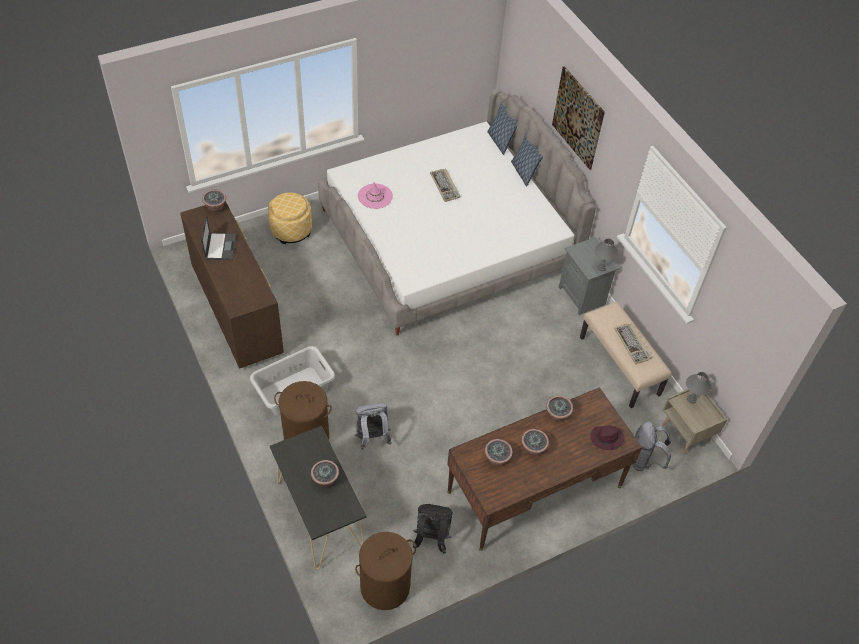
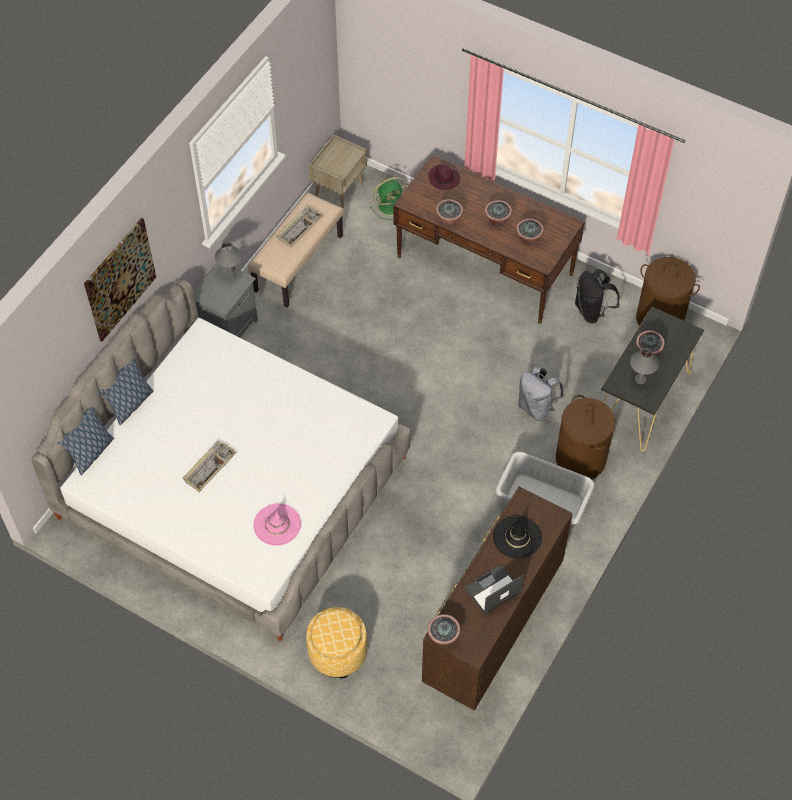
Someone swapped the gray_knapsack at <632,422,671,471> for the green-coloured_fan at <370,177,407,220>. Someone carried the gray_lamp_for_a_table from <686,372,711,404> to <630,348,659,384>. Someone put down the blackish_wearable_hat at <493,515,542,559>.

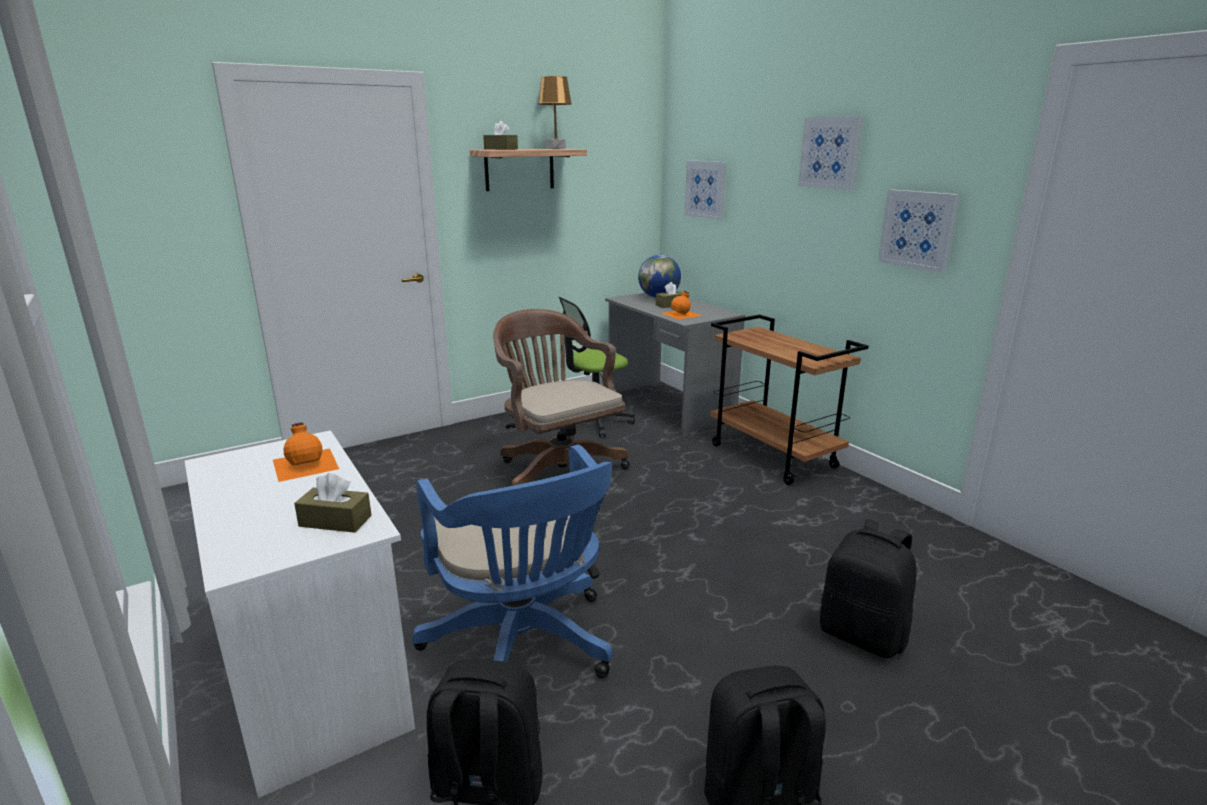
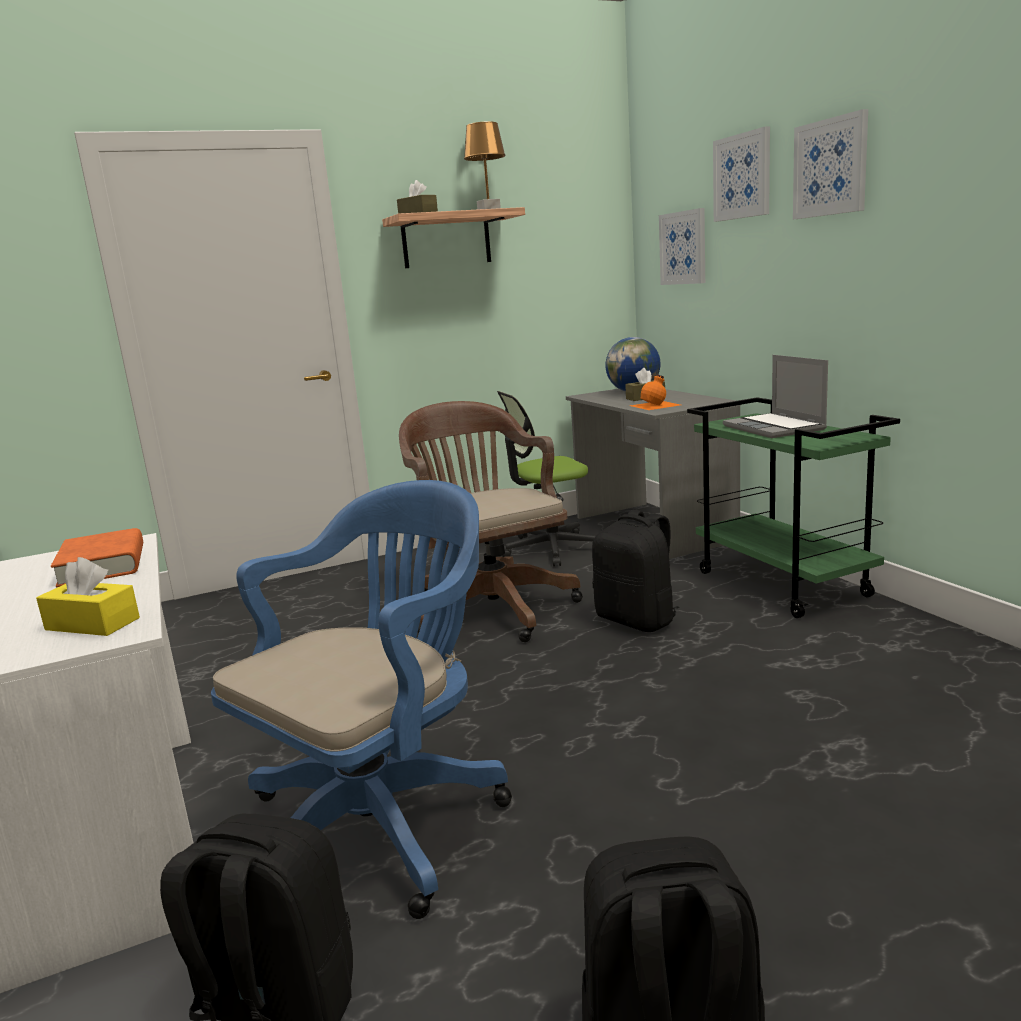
Someone swapped the orange-coloured_drink_bottle at <273,422,339,482> for the orange-coloured_volume at <51,528,143,587>. Someone repainted the brown_tissue_box at <294,473,372,533>, which became the yellowish_tissue_box at <36,557,140,636>. Someone rotated the bluish_computer_chair at <413,445,613,679> by 120 degrees counterclockwise. Someone repainted the brown_cart at <710,314,869,485>, which became the green-coloured_cart at <687,397,900,618>. Someone carried the blackish_knapsack from <820,519,917,658> to <592,510,679,632>. Someone carried the picture from <878,189,959,273> to <713,126,770,222>. Someone put down the laptop at <723,355,828,438>.

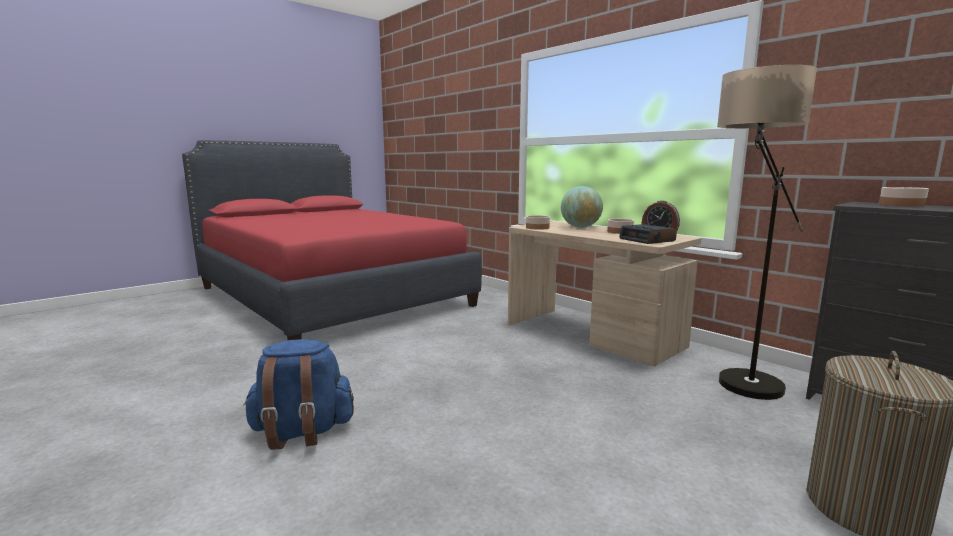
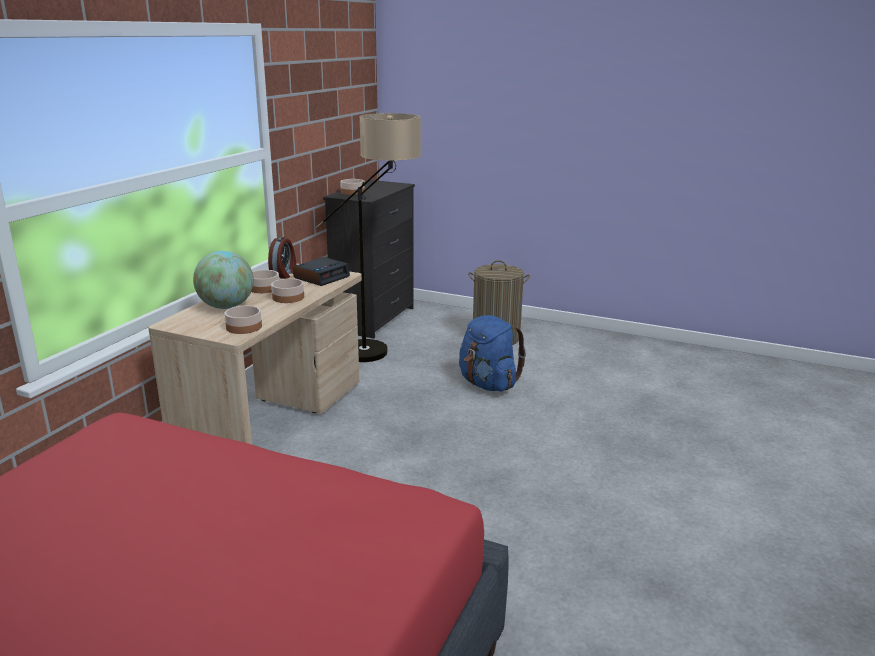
Someone carried the bluish_knapsack from <243,339,354,450> to <459,315,526,392>. Someone put down the bowl at <271,278,304,303>.

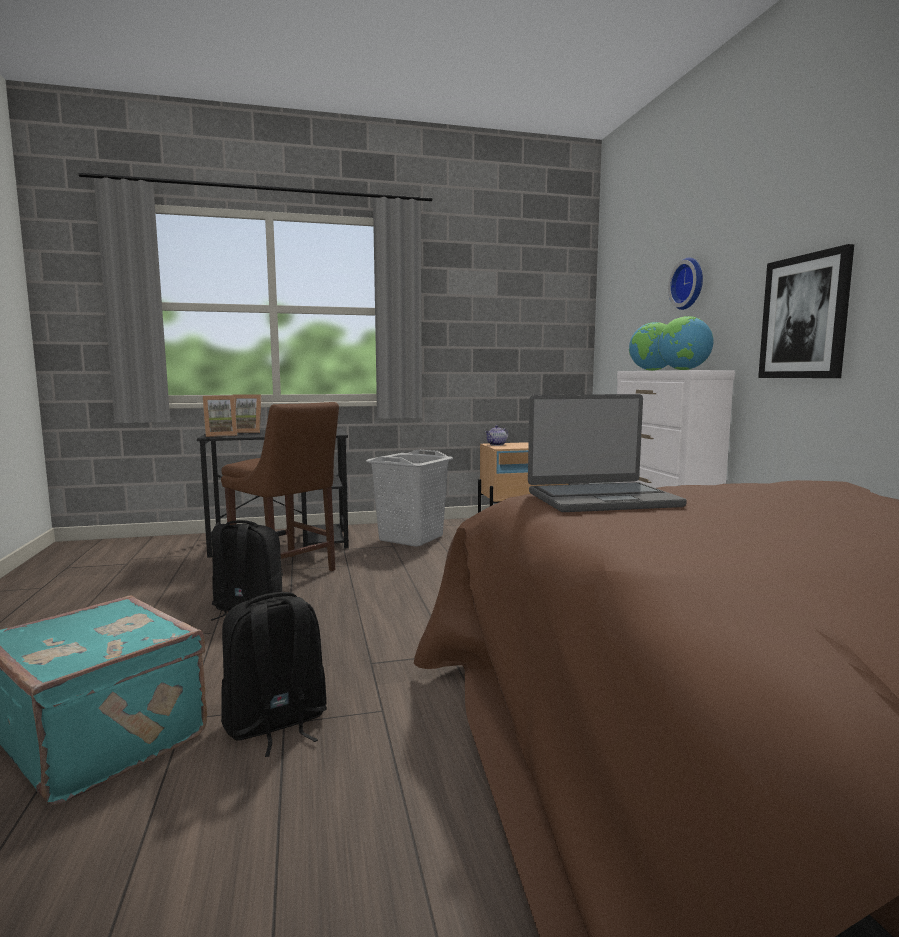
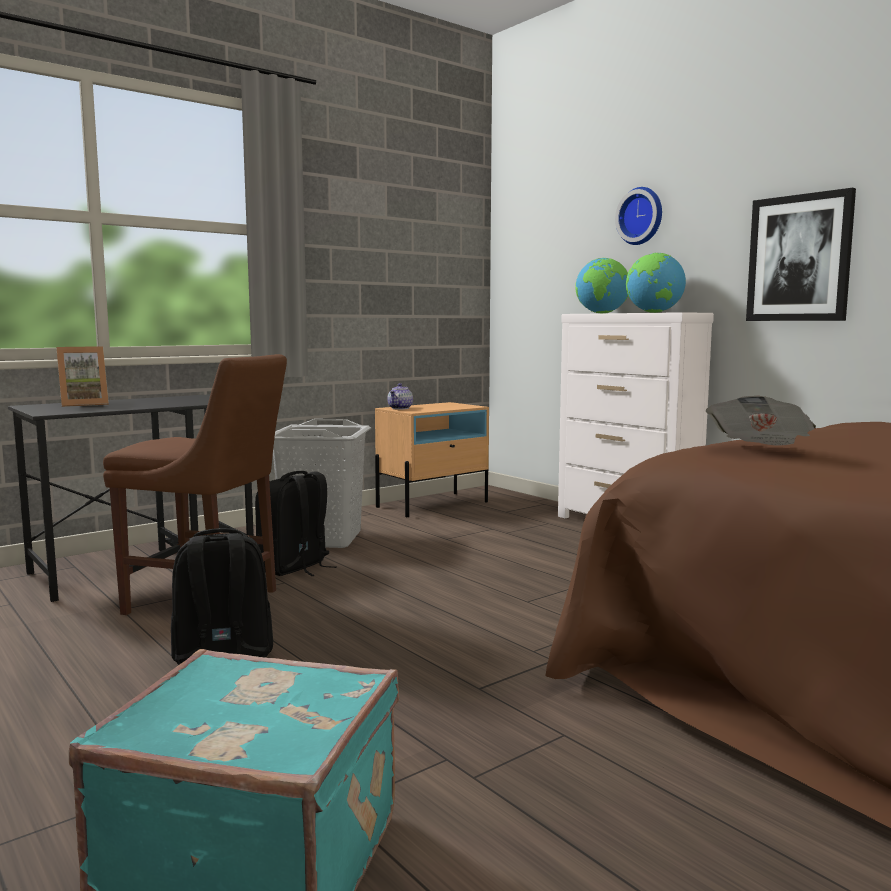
Someone took away the standing_frame at <203,395,237,437>. Someone carried the blackish_knapsack from <221,592,327,757> to <255,471,336,576>. Someone swapped the laptop at <528,394,687,512> for the newspaper at <705,396,816,445>.

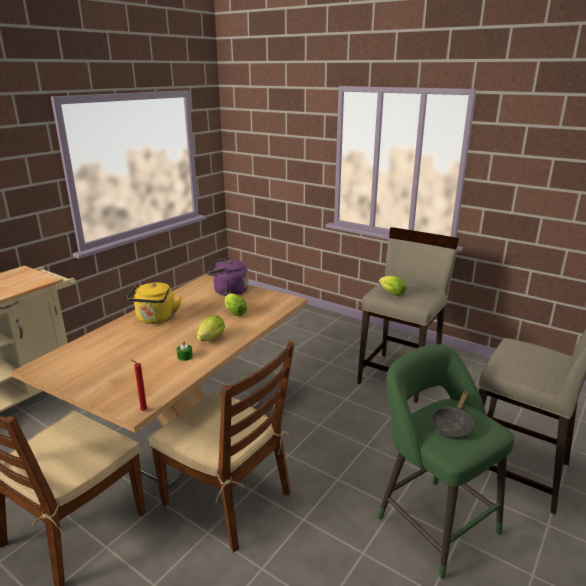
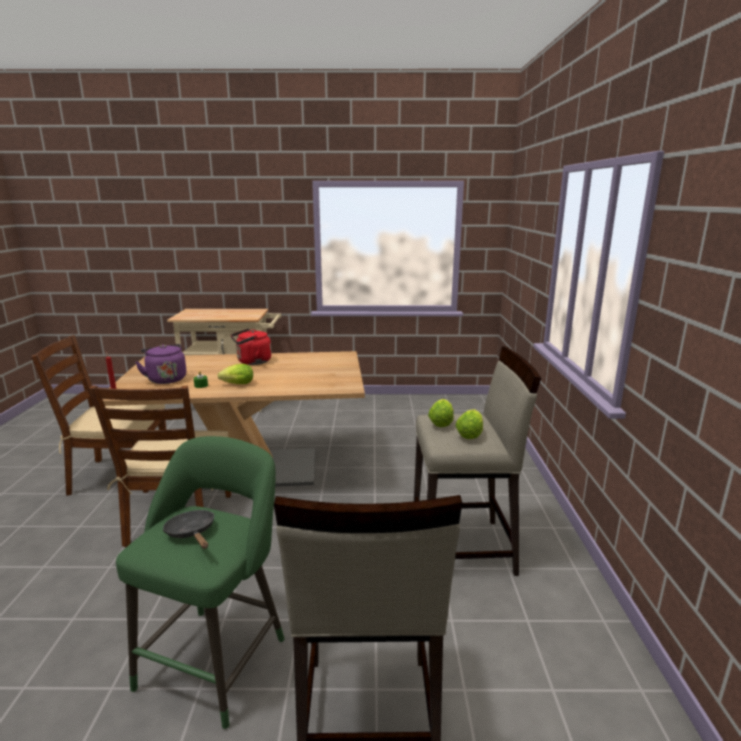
Someone repainted the yellowish_tea_kettle at <127,282,181,324>, which became the reddish_tea_kettle at <231,328,272,365>. Someone carried the purplish_tea_kettle from <208,257,248,296> to <135,344,186,384>. Someone carried the head_of_lettuce from <225,293,247,316> to <455,409,483,439>. Someone rotated the blackish_pan at <432,391,474,439> by 60 degrees clockwise.

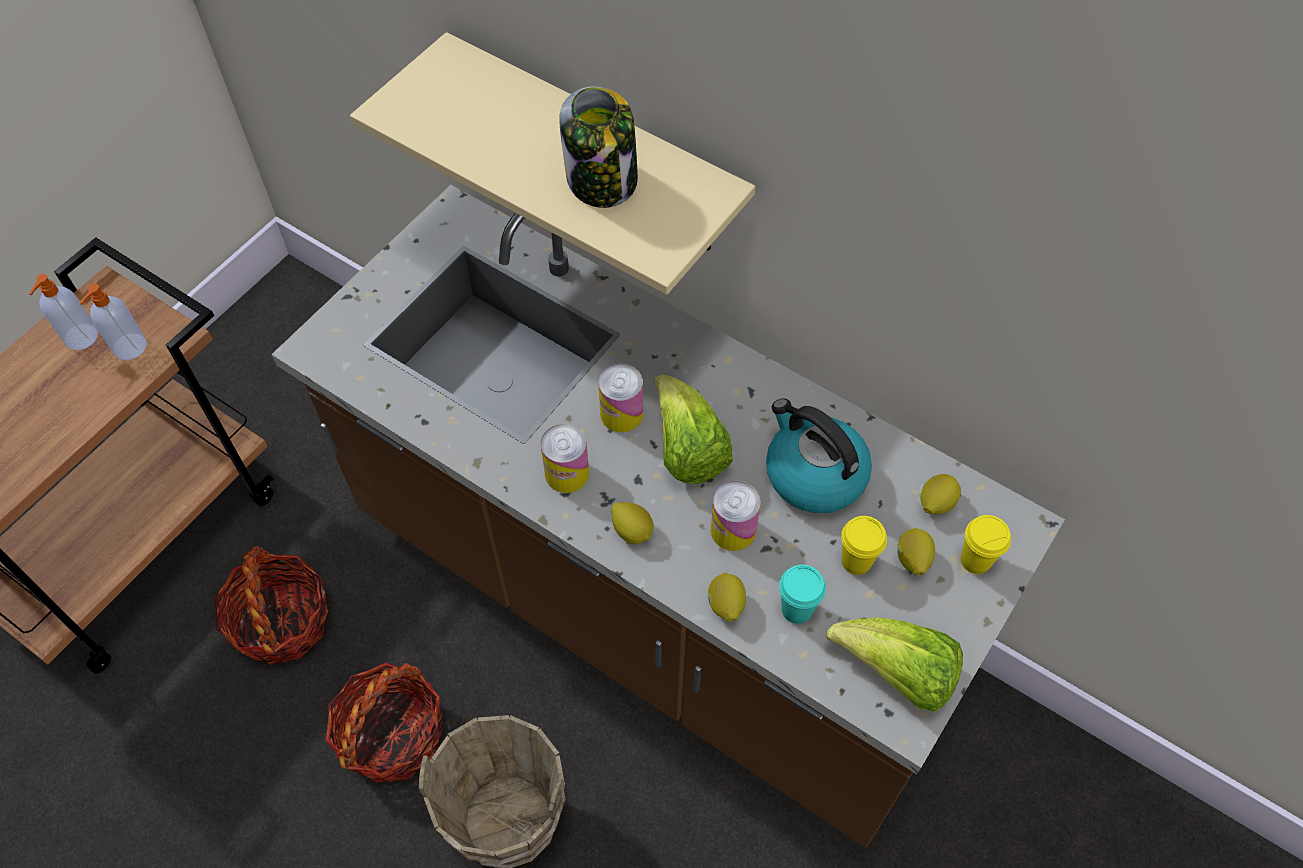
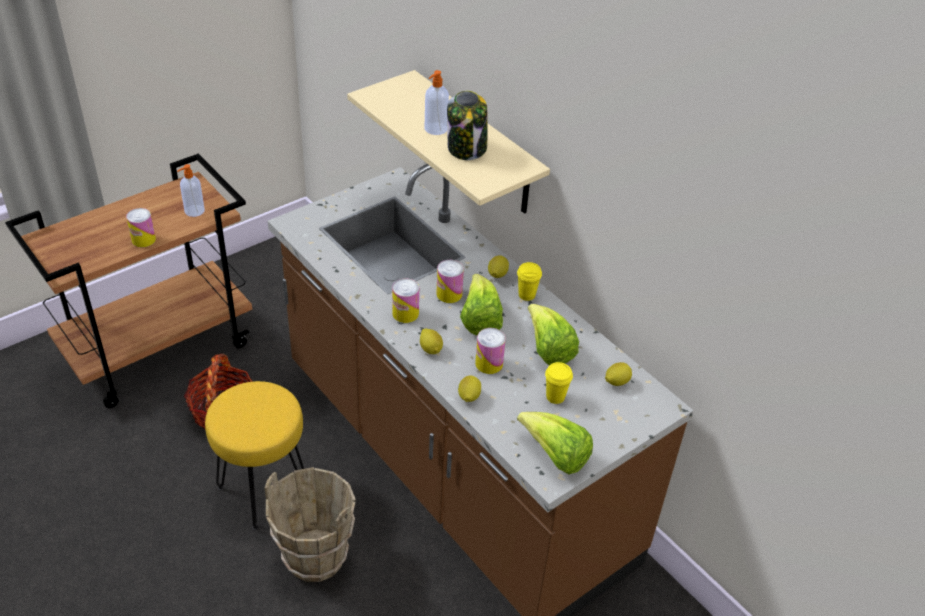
Someone carried the soap_dispenser from <29,274,98,350> to <424,70,449,135>. Someone swapped the storage_basket at <326,663,442,783> for the yellowish_stool at <205,381,304,530>. Someone swapped the tea_kettle at <766,399,872,513> for the head_of_lettuce at <528,304,579,365>. Someone took away the blue-green_drinking_cup at <779,565,826,624>. Someone carried the citrus_fruit from <897,528,935,576> to <488,255,509,278>. Someone carried the yellowish_drinking_cup from <961,515,1011,574> to <517,262,542,301>. Someone put down the sealed_can at <126,208,156,247>.

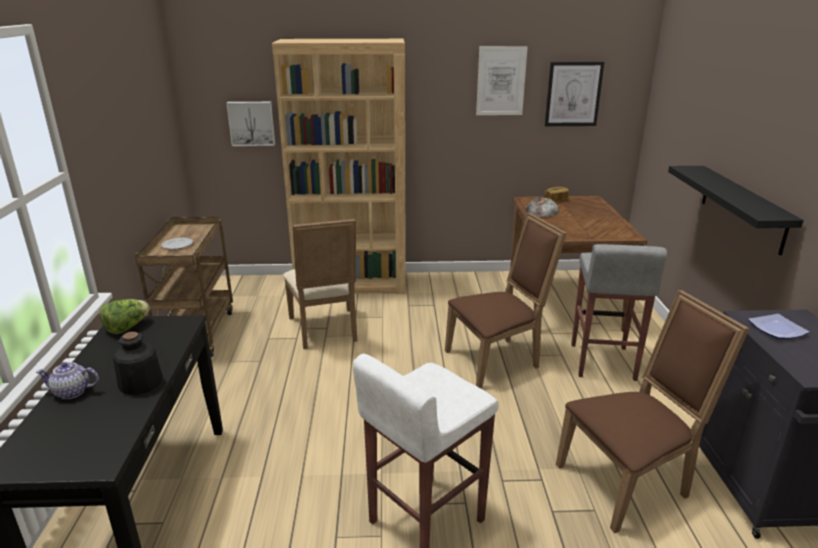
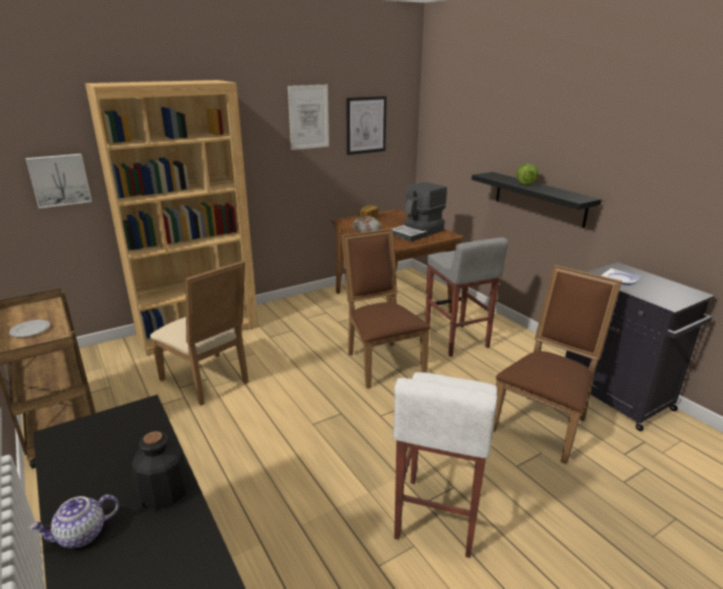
Someone carried the head_of_lettuce from <99,299,150,334> to <516,163,539,185>. Someone rotated the brown_upright_chair at <445,213,567,388> by 60 degrees counterclockwise. Someone put down the coffee_brewer at <392,182,447,242>.

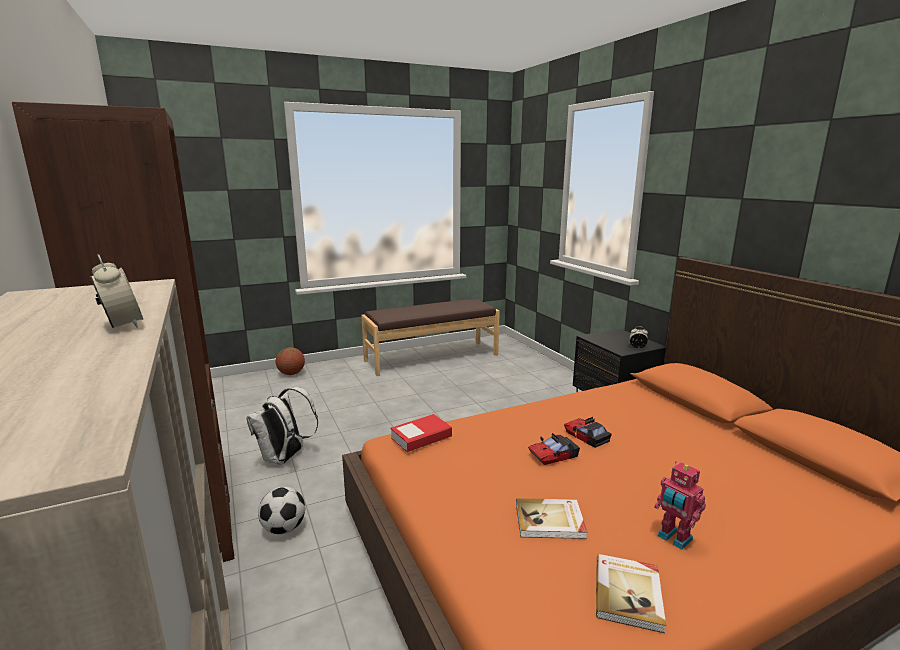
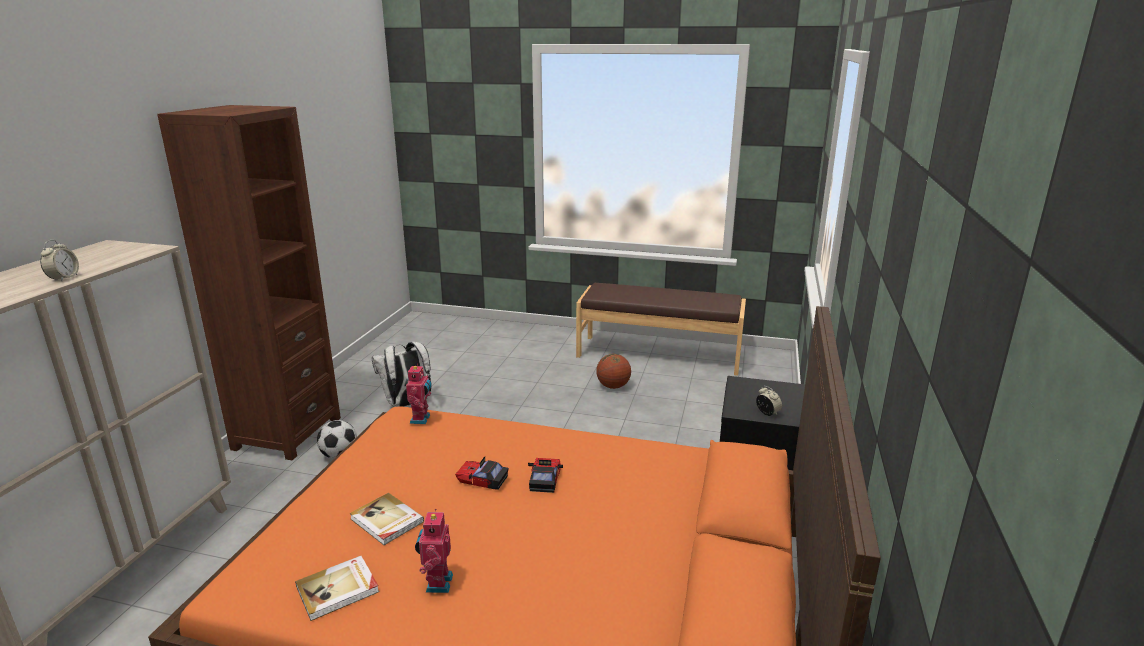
Someone carried the basketball_ball from <276,347,305,375> to <596,354,631,389>. Someone swapped the volume at <390,414,452,452> for the robot_figure at <406,364,432,424>.

